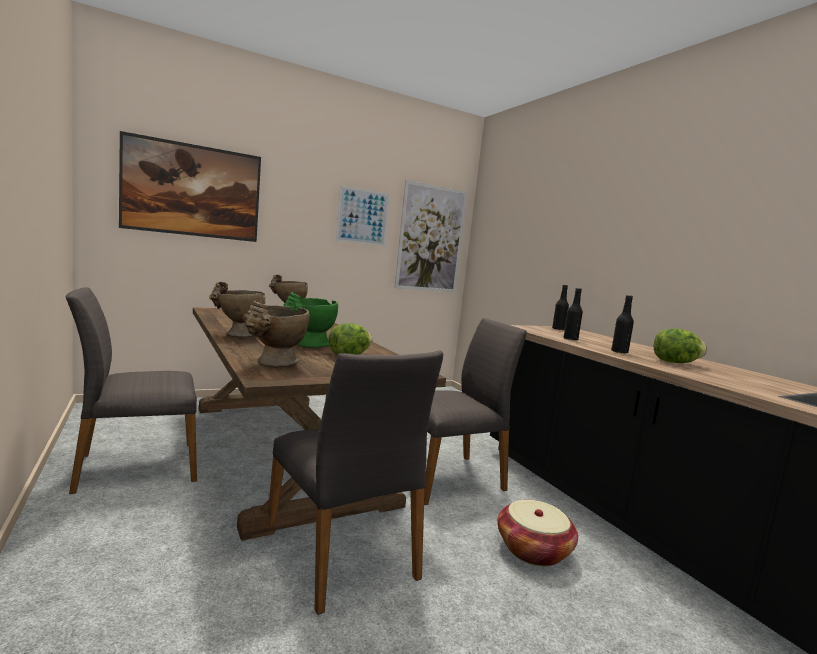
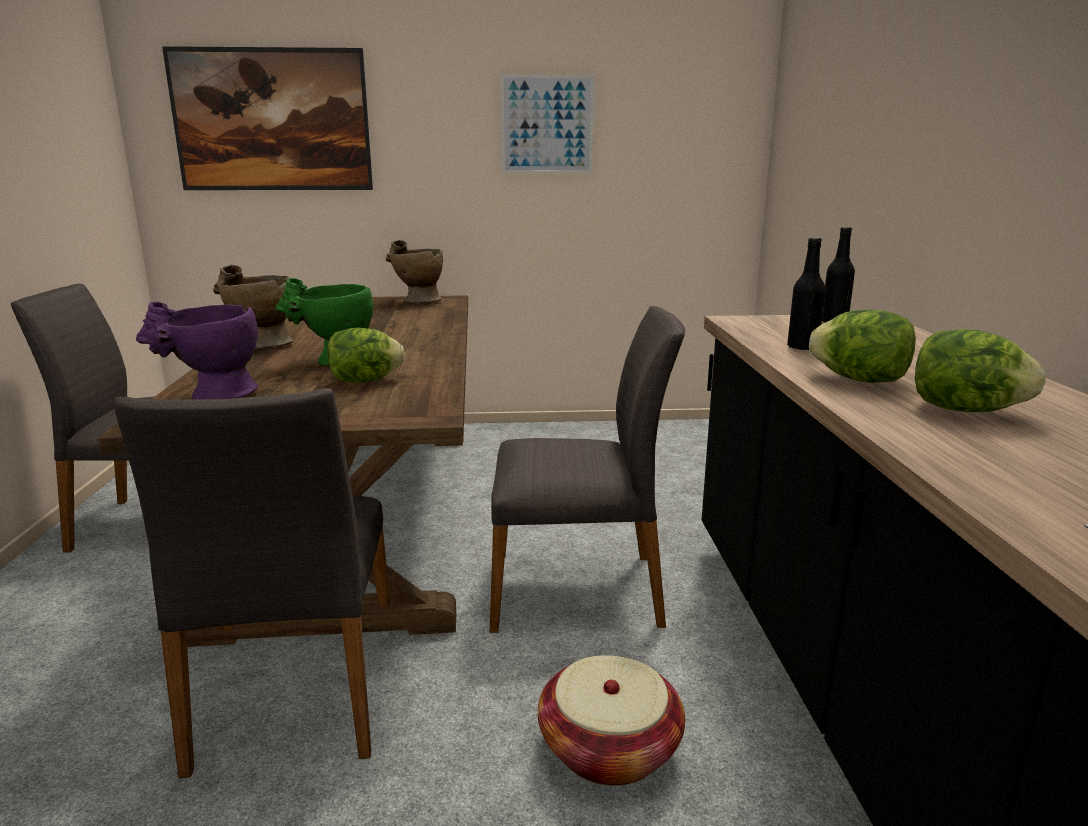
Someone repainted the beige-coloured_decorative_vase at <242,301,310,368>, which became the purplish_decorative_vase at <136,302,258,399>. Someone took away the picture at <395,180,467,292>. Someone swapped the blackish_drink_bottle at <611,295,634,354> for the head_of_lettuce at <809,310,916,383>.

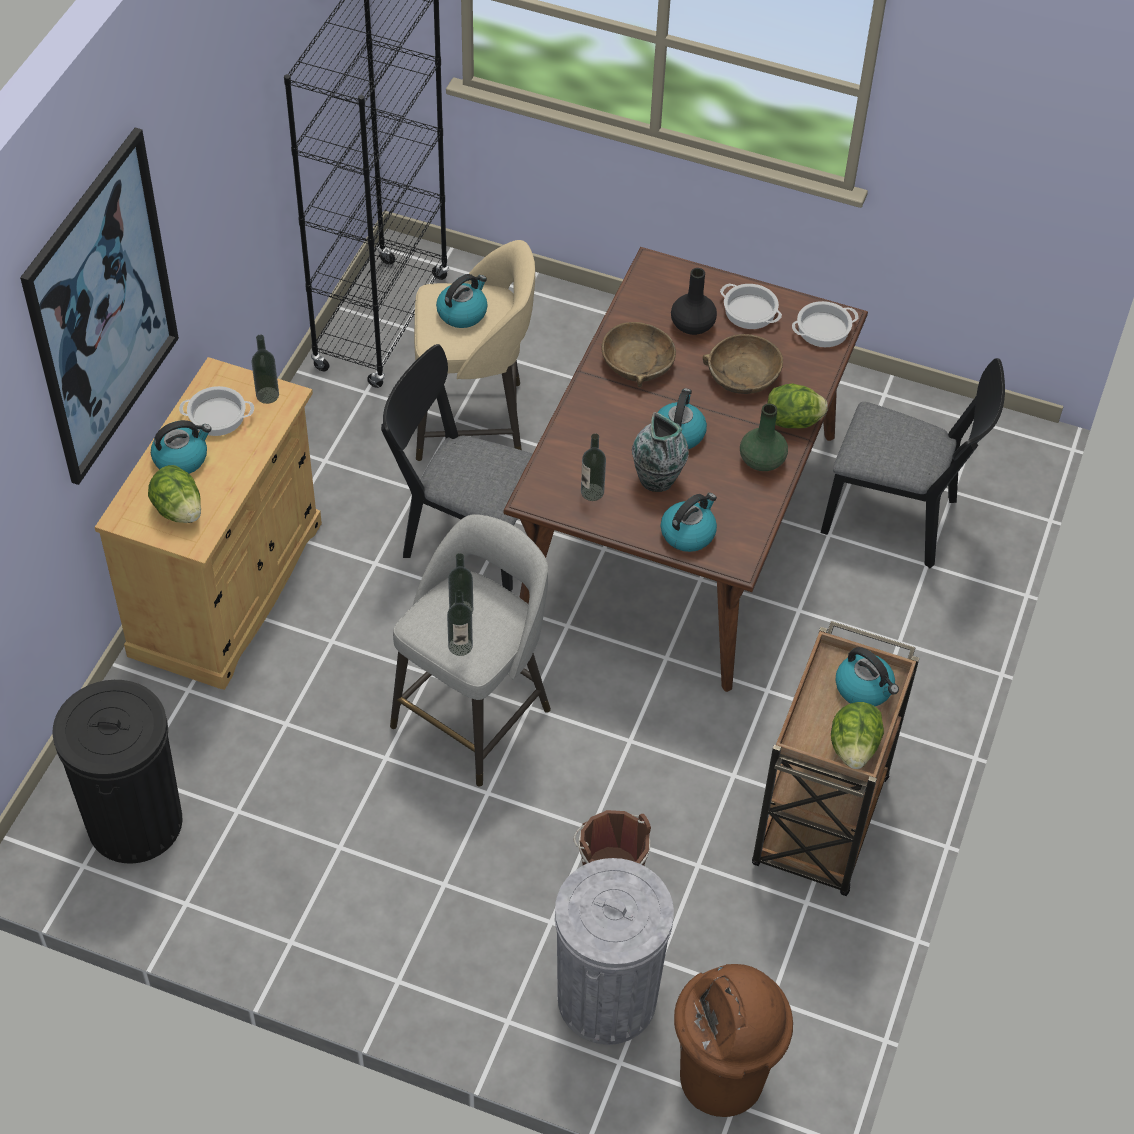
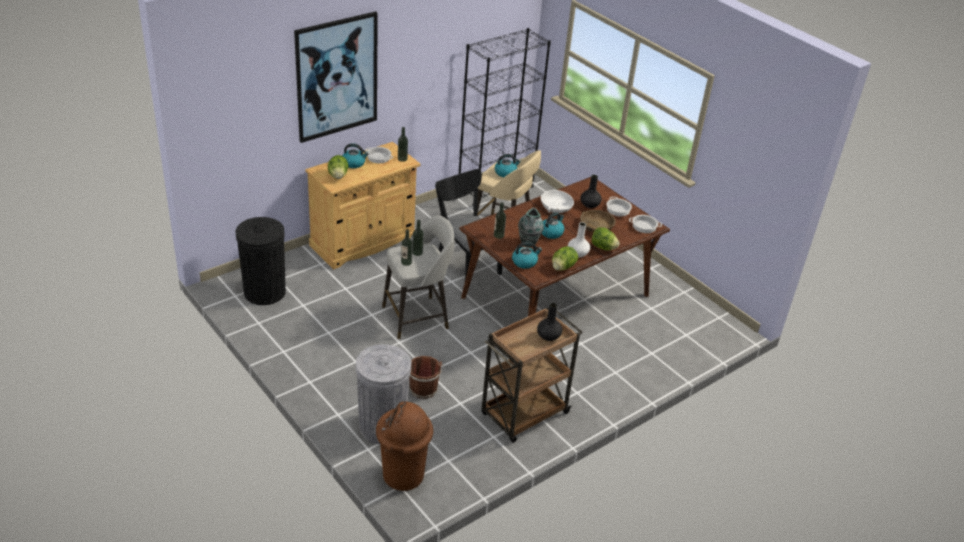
Someone repainted the brown_bowl at <602,322,676,387>, which became the whitish_bowl at <541,190,574,213>. Someone repainted the green-coloured_decorative_vase at <740,404,788,471>, which became the whitish_decorative_vase at <568,222,590,258>. Someone took away the blackish_upright_chair at <821,358,1005,568>. Someone carried the head_of_lettuce from <831,702,884,769> to <552,246,578,271>. Someone swapped the tea_kettle at <835,647,899,706> for the blackish_decorative_vase at <537,303,562,341>.

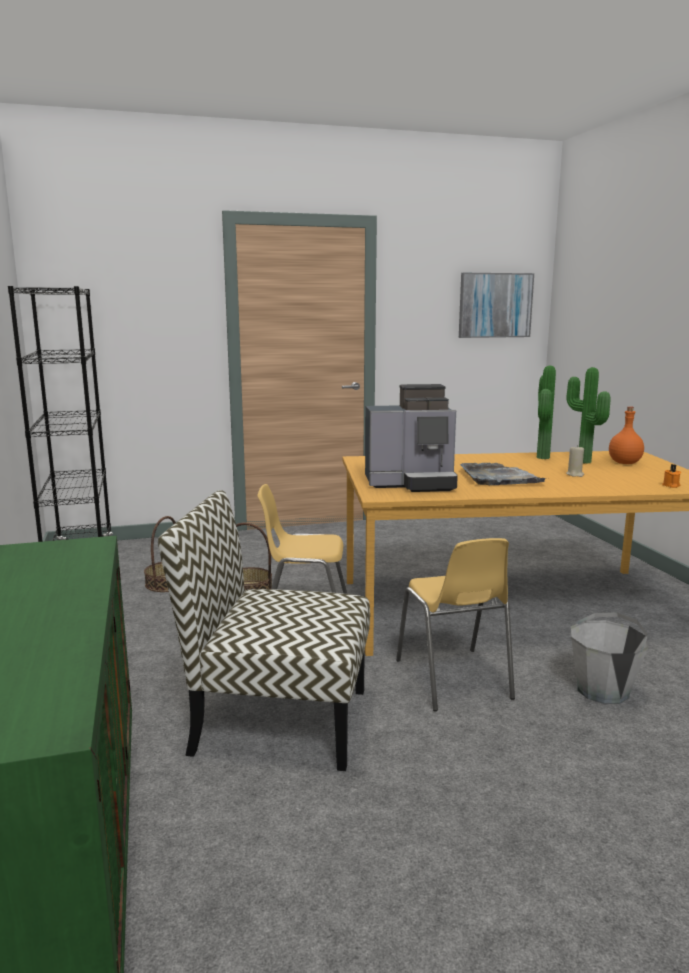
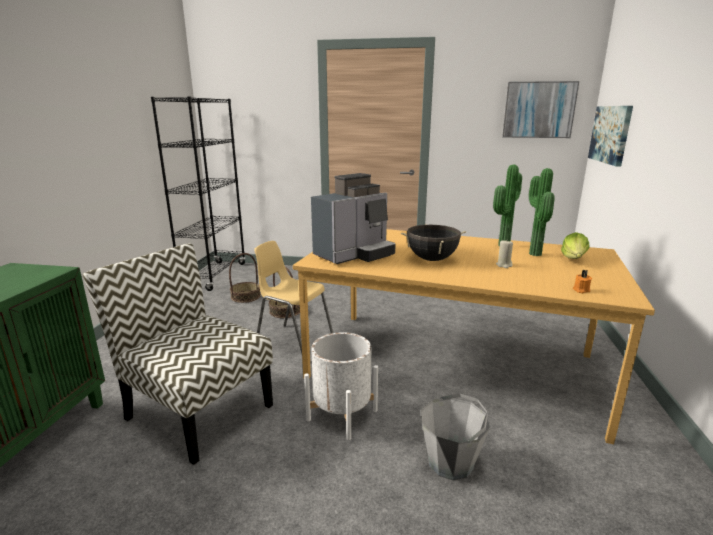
Someone rotated the coffee_brewer at <365,384,458,492> by 60 degrees counterclockwise. Someone swapped the yellowish_upright_chair at <396,538,515,711> for the whitish_planter at <304,332,378,440>. Someone swapped the gray_tray at <460,463,549,485> for the blackish_saucepot at <401,224,466,261>. Someone swapped the orange-coloured_drink_bottle at <609,406,644,464> for the head_of_lettuce at <561,232,589,259>. Someone put up the picture at <588,106,633,167>.

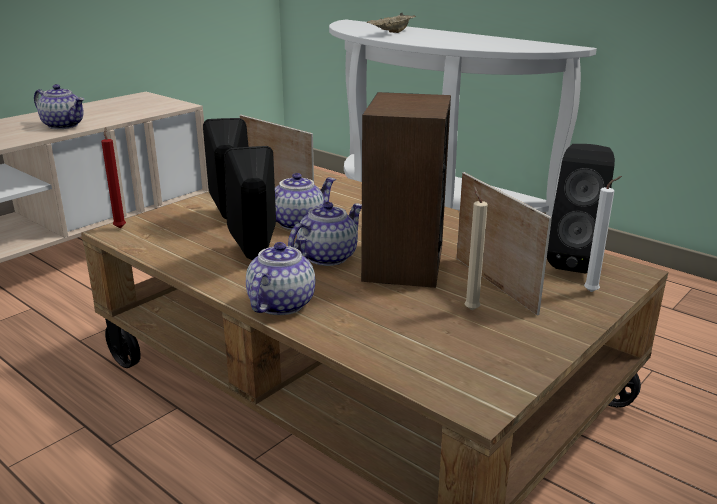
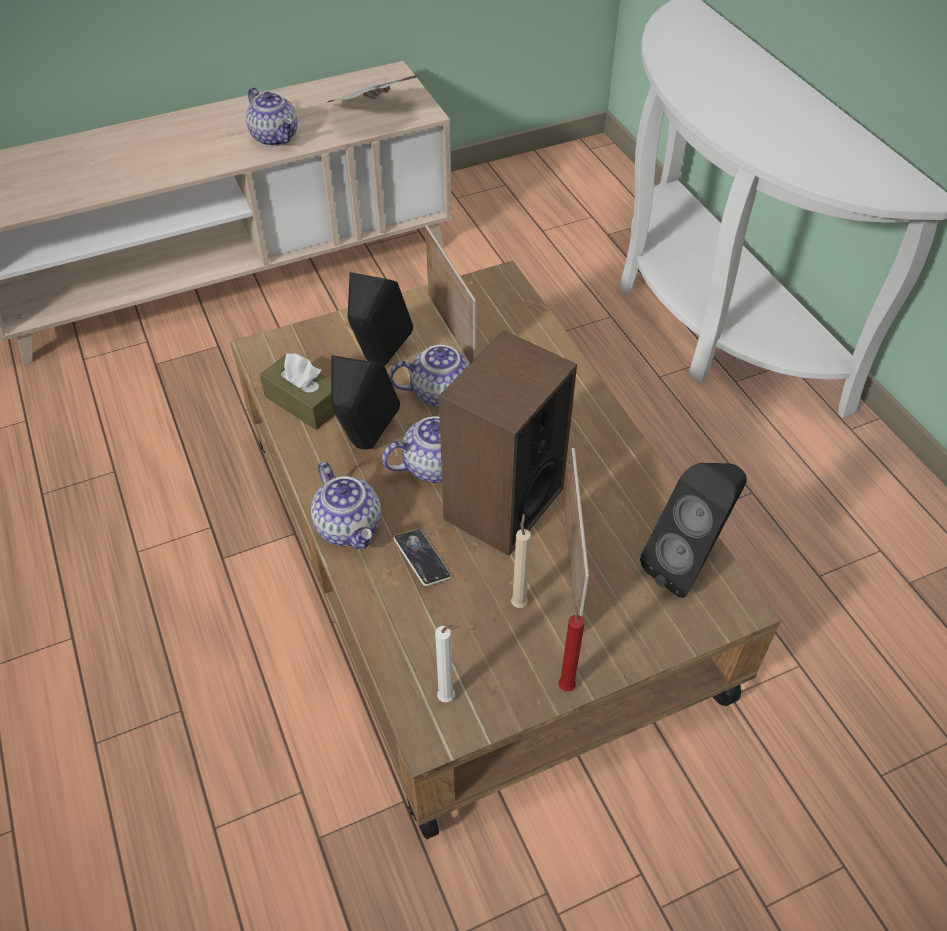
Someone carried the reddish_wax_light from <101,127,126,228> to <558,599,585,692>. Someone rotated the pot_for_tea at <246,238,315,315> by 105 degrees clockwise. Someone took away the beige-coloured_tray at <367,13,416,33>. Someone carried the whitish_wax_light from <584,176,622,292> to <435,625,459,702>. Someone put down the brown_tissue_box at <260,353,336,430>. Someone put down the newspaper at <326,75,418,103>. Someone put down the telephone at <393,529,451,586>.

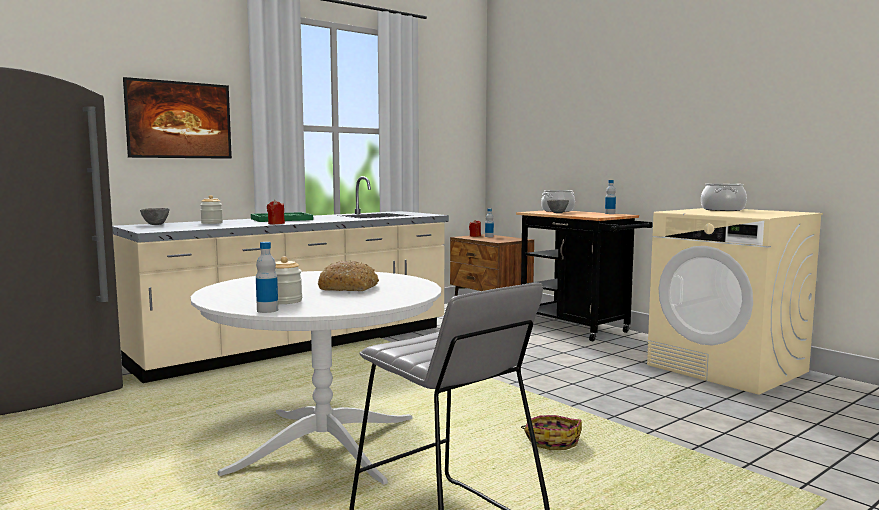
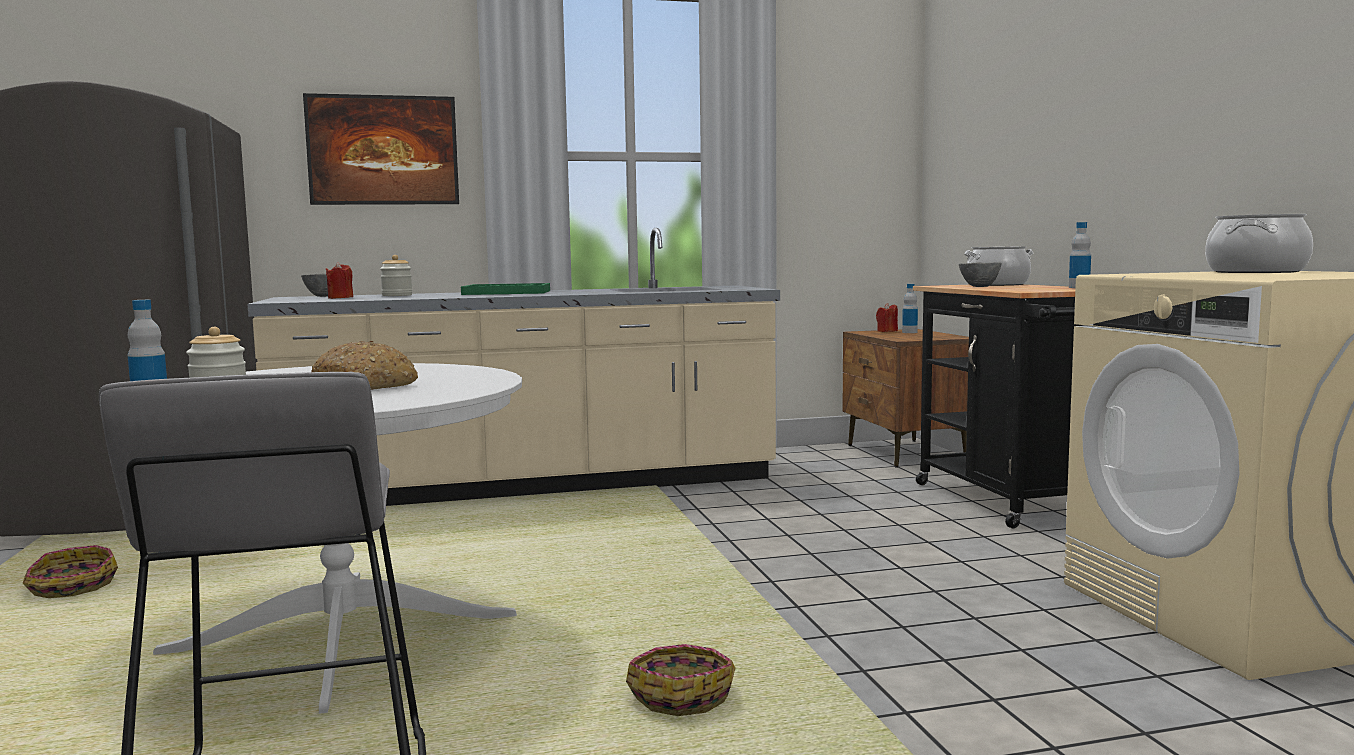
Someone carried the reddish_wax_light from <267,200,285,224> to <326,262,353,299>. Someone put down the storage_basket at <23,545,118,598>.

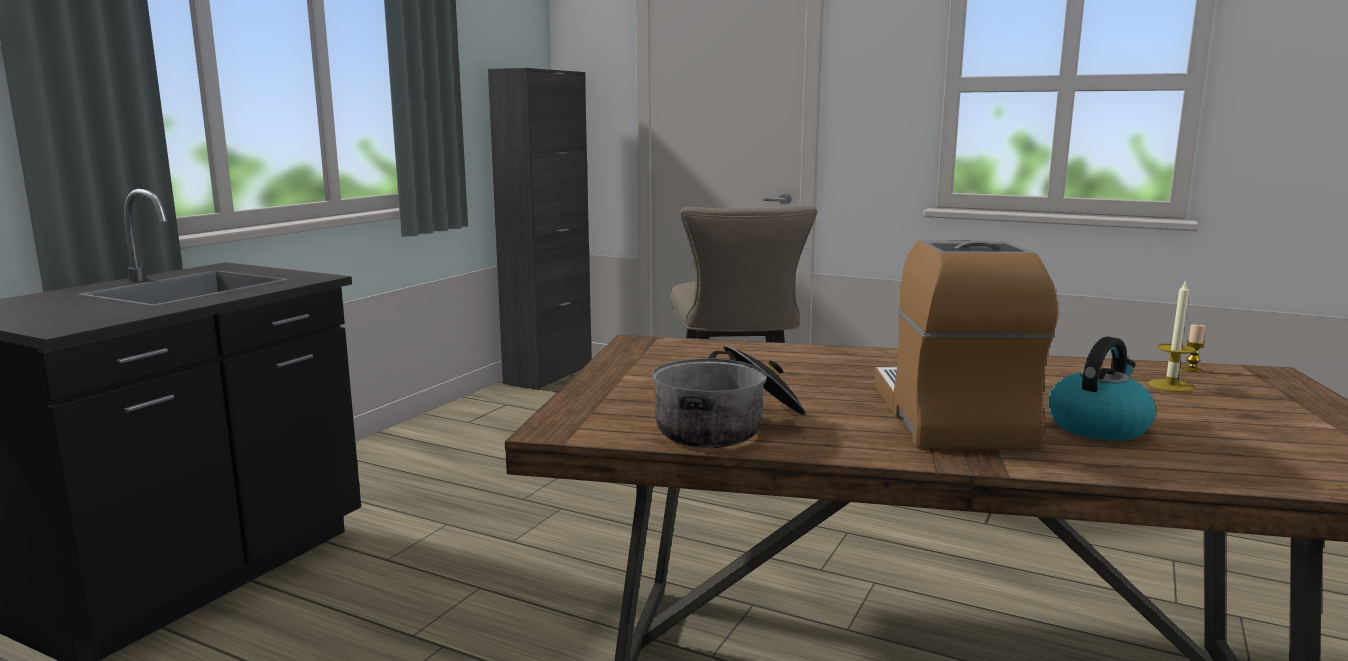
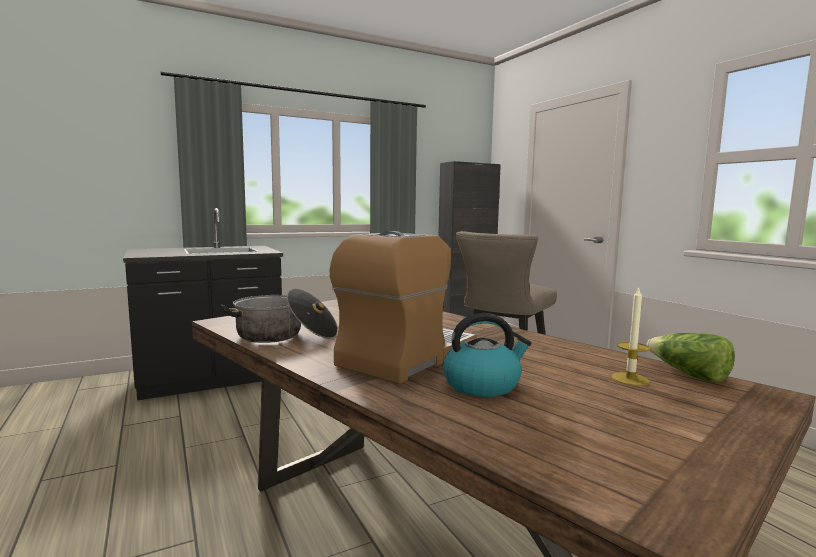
Someone swapped the wax_light at <1183,325,1205,372> for the head_of_lettuce at <646,333,735,383>.

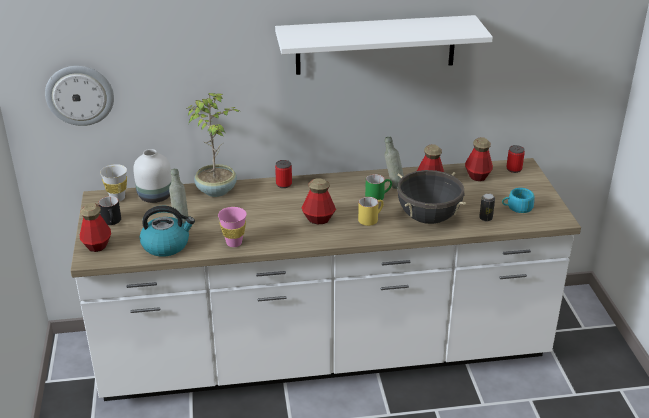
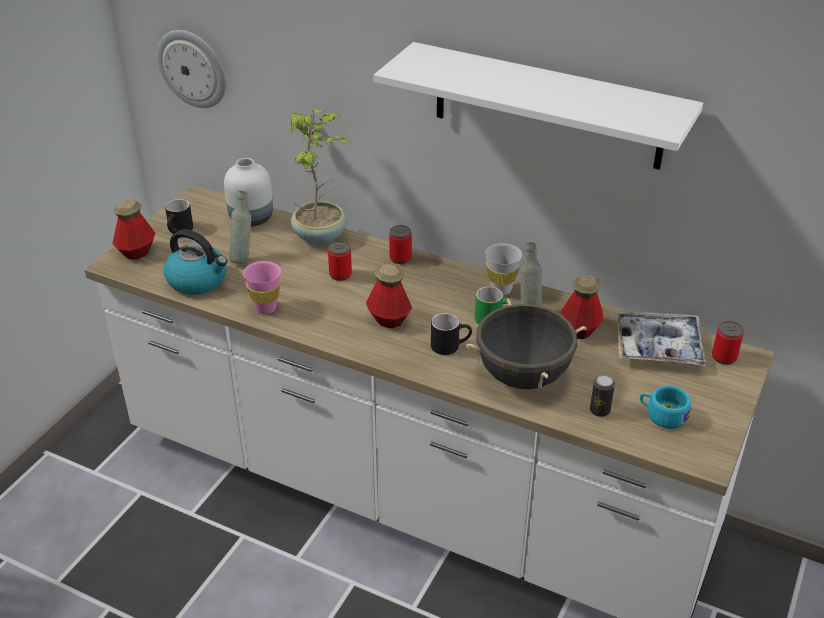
Someone carried the whitish_drinking_cup from <100,164,127,202> to <485,243,522,295>. Someone repainted the yellowish_tea_mug at <358,197,384,226>, which became the blackish_tea_mug at <431,313,472,355>. Someone swapped the drink_bottle at <465,137,493,181> for the tray at <617,311,706,366>. Someone put down the sealed_can at <328,241,352,281>.

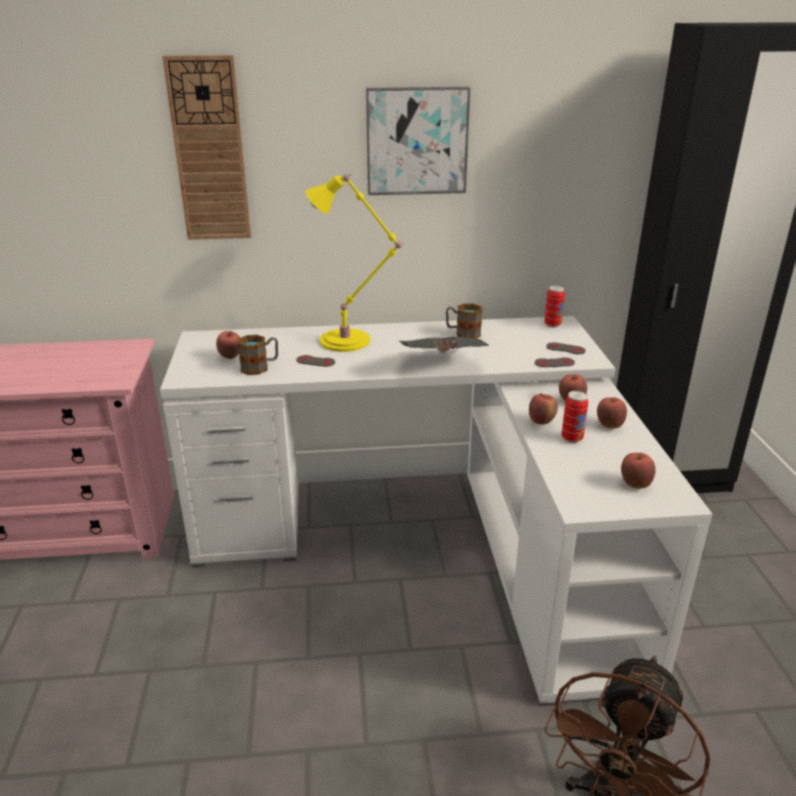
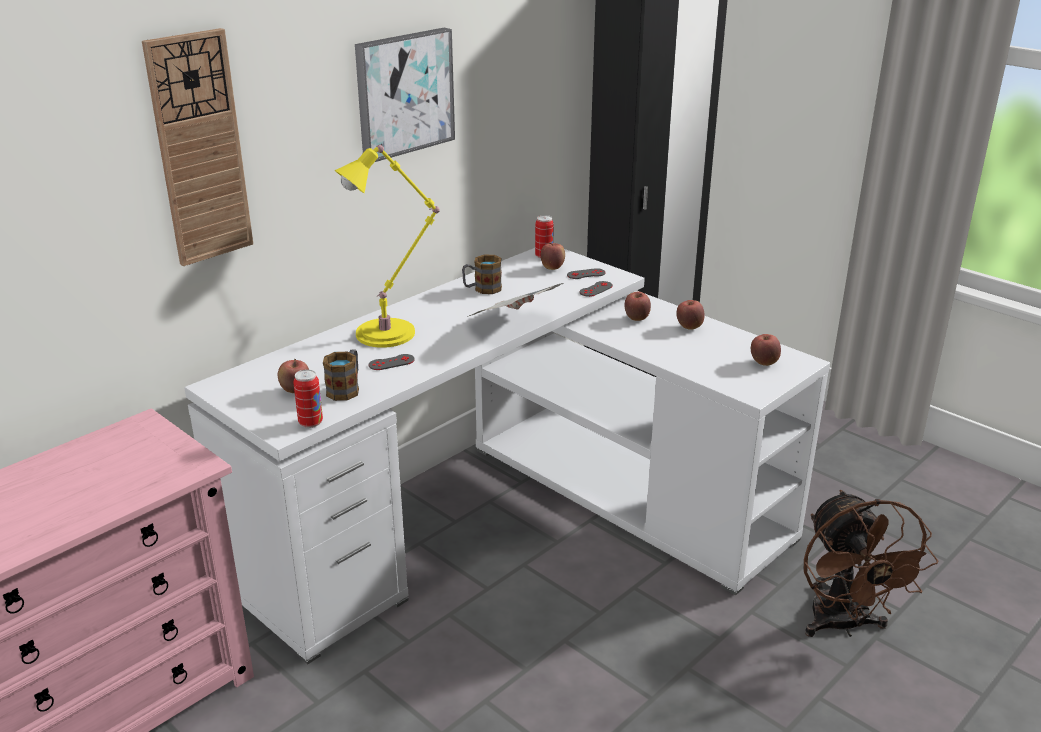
Someone carried the whole_apple from <529,393,558,425> to <541,242,565,270>. Someone carried the sealed_can from <561,391,588,443> to <293,369,323,428>.

